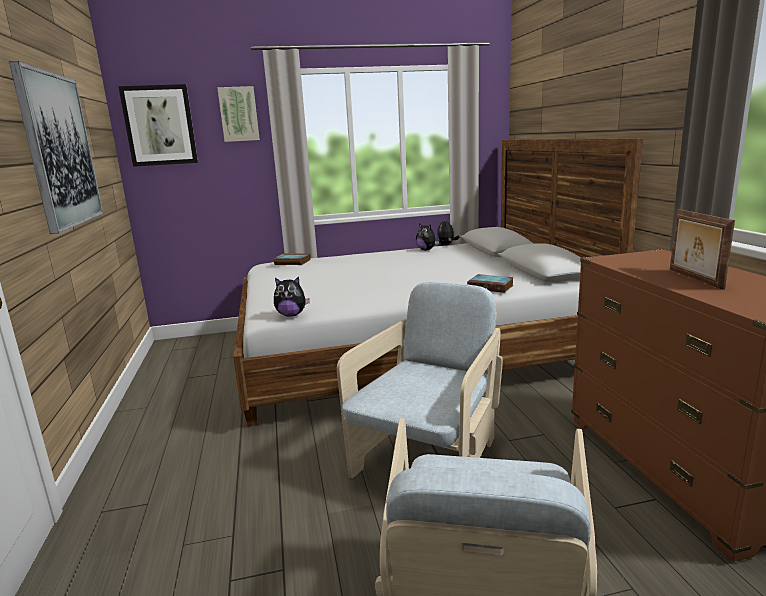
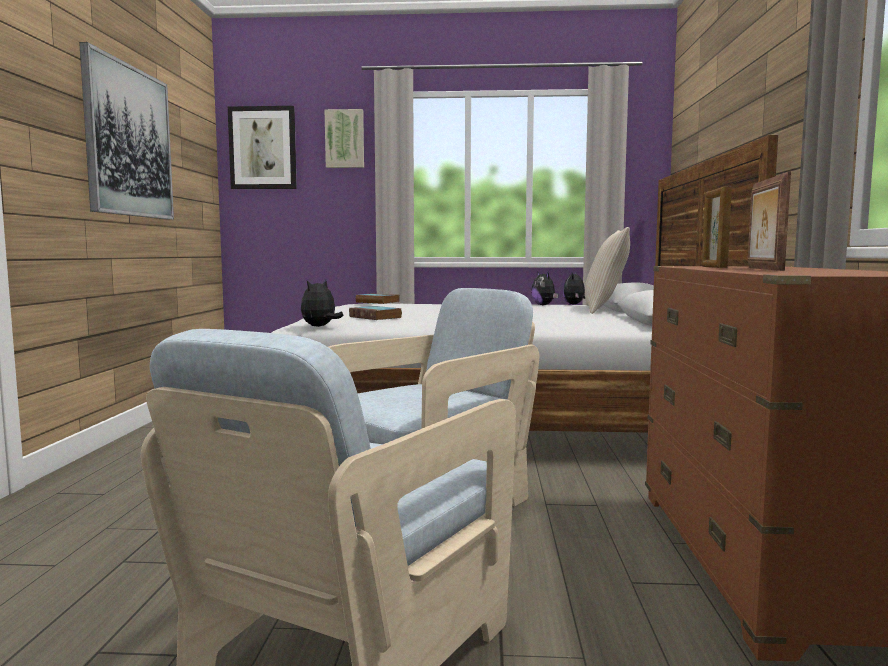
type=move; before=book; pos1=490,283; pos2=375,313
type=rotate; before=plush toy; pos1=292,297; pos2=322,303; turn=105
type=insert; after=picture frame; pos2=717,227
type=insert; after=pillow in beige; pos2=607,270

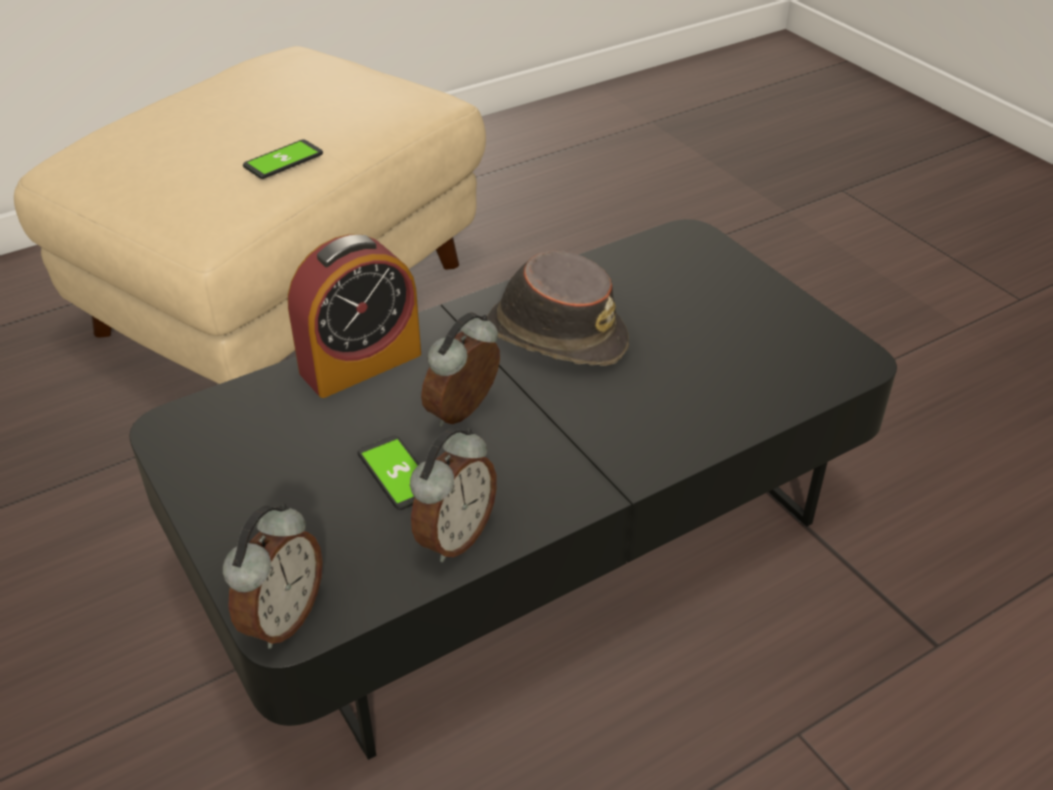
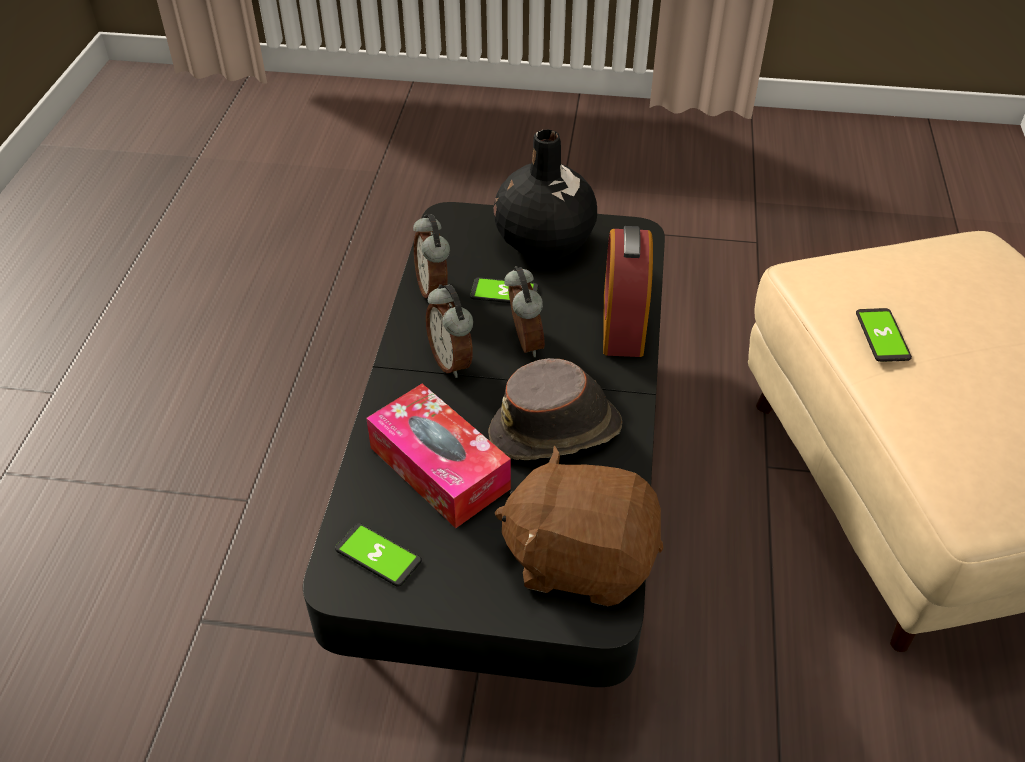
type=move; before=alarm clock; pos1=272,576; pos2=449,331
type=insert; after=vase in black; pos2=545,196
type=insert; after=tissue box; pos2=438,456
type=insert; after=plush toy in brown; pos2=579,526
type=insert; after=phone; pos2=378,555

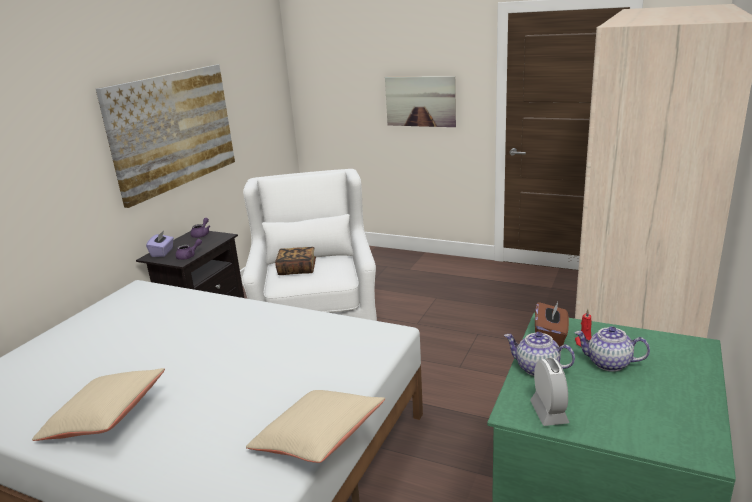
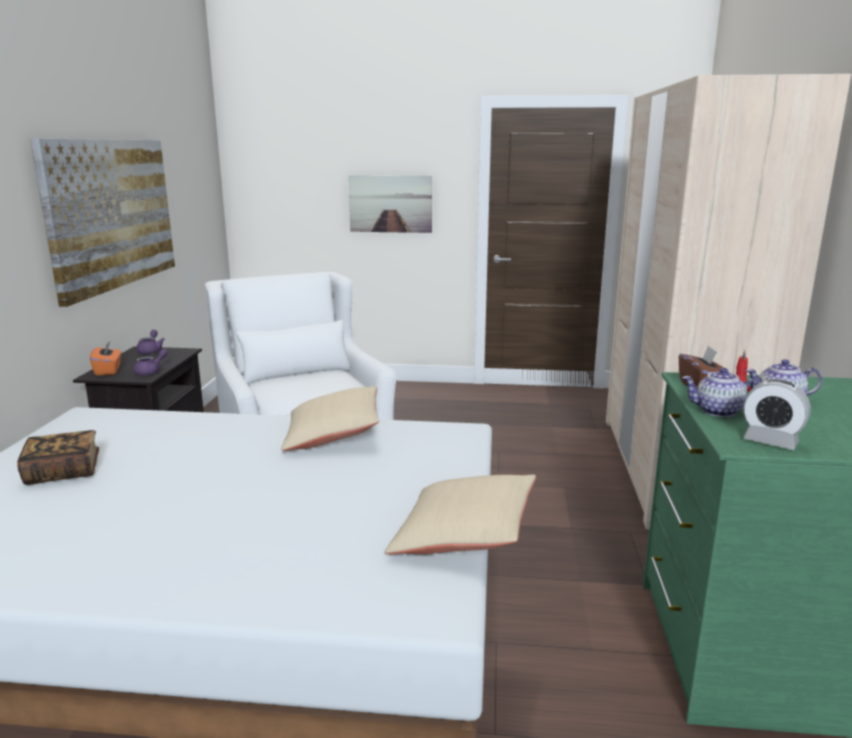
type=recolor; before=tissue box in purple; after=tissue box in orange; pos1=160,244; pos2=105,358
type=move; before=book; pos1=295,261; pos2=58,457
type=rotate; before=alarm clock; pos1=549,392; pos2=777,414; turn=150
type=move; before=pillow in beige; pos1=98,404; pos2=330,418

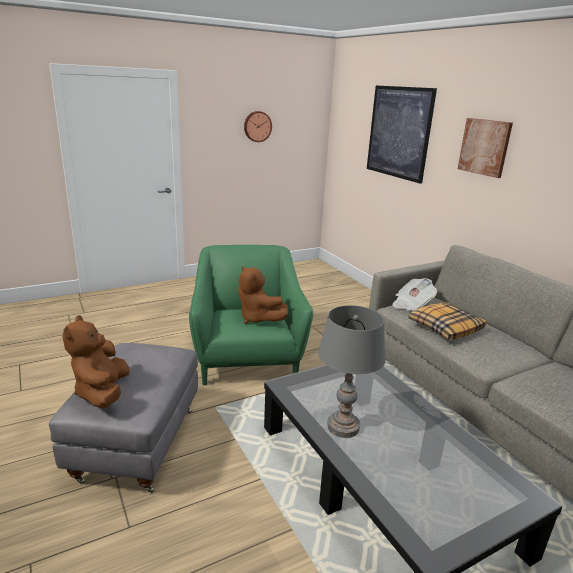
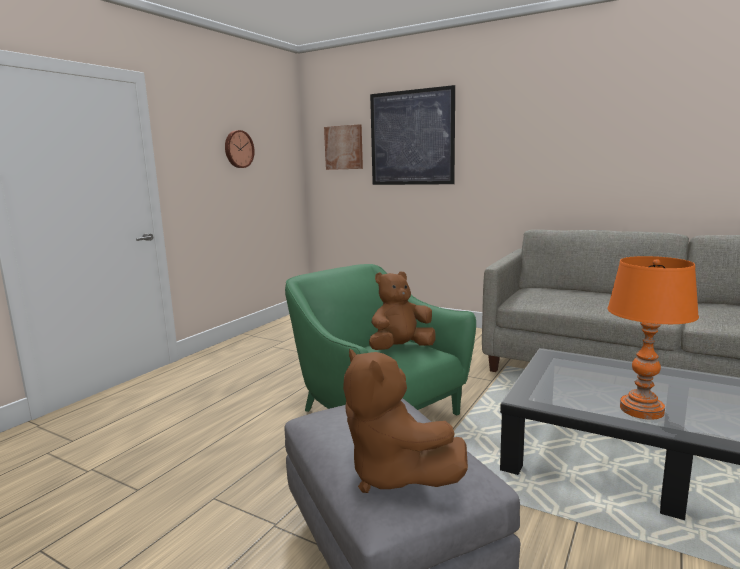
type=move; before=picture; pos1=485,148; pos2=343,147
type=rotate; before=plush toy in brown; pos1=263,295; pos2=402,310; turn=135
type=delete; before=newspaper; pos1=414,294
type=delete; before=pillow; pos1=447,321
type=recolor; before=table lamp in grey; after=table lamp in orange; pos1=352,371; pos2=653,338

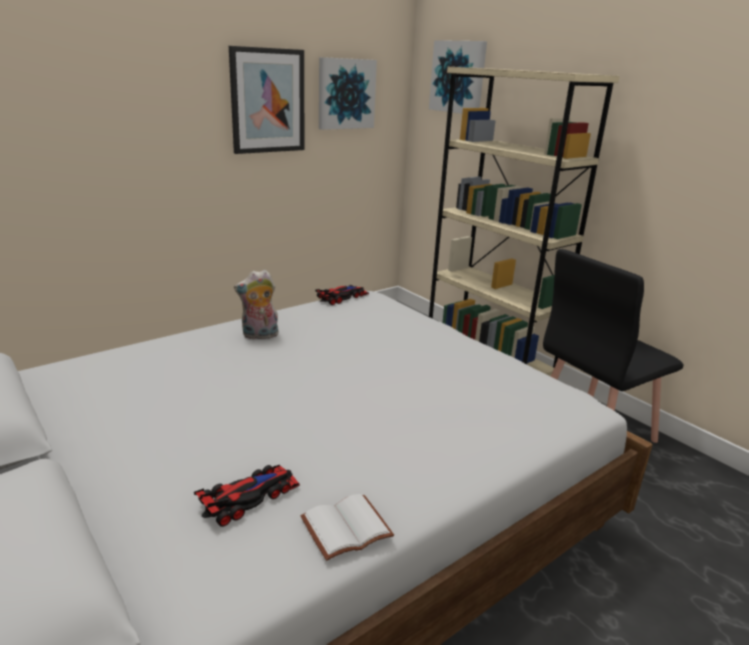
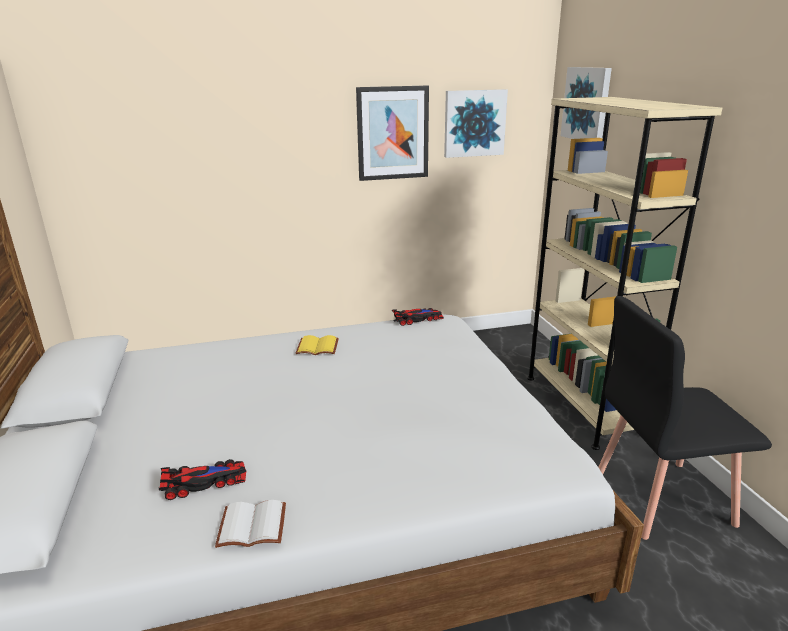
type=replace; before=plush toy; after=book in yellow; pos1=256,305; pos2=317,345

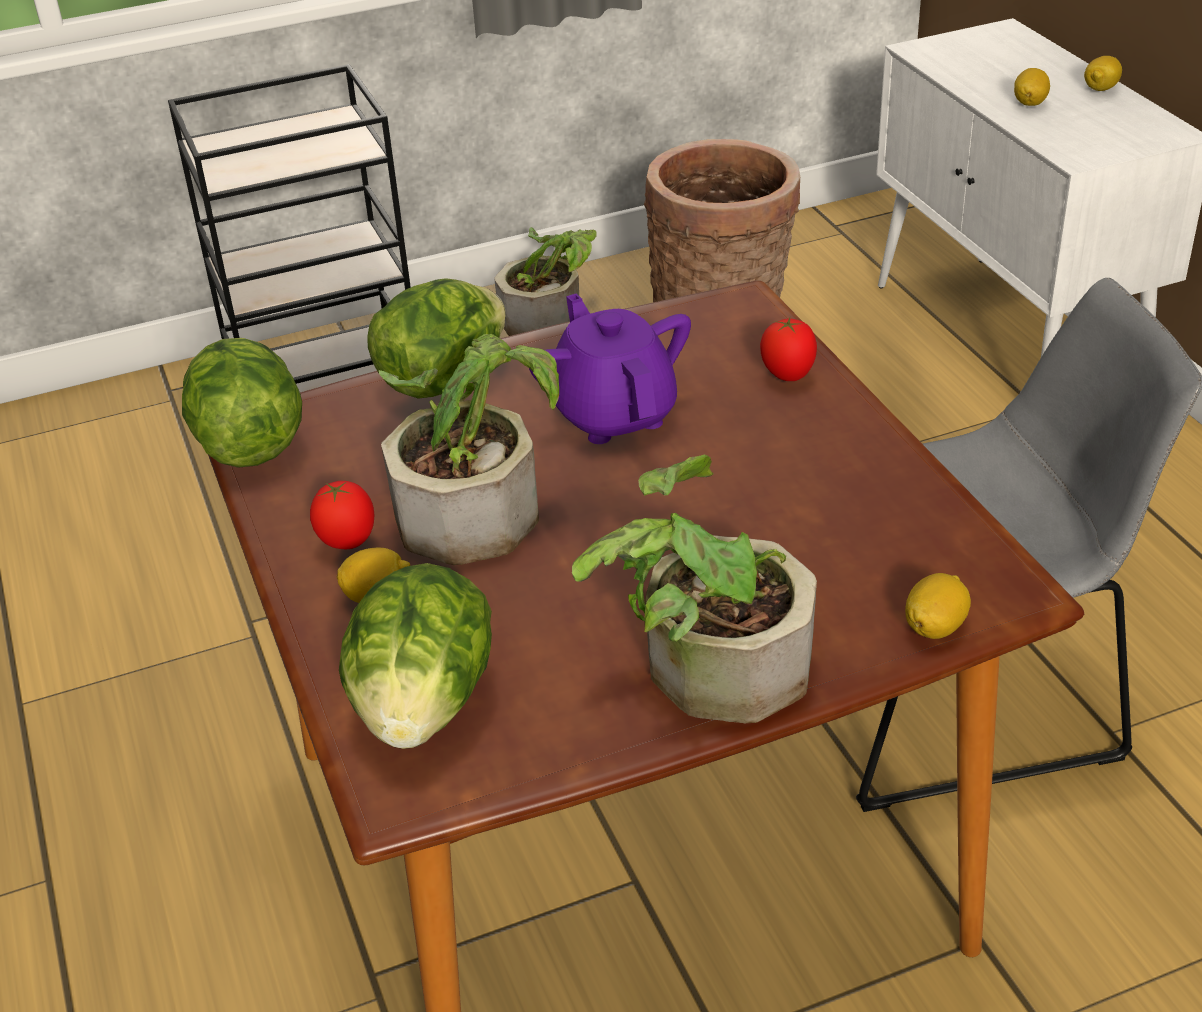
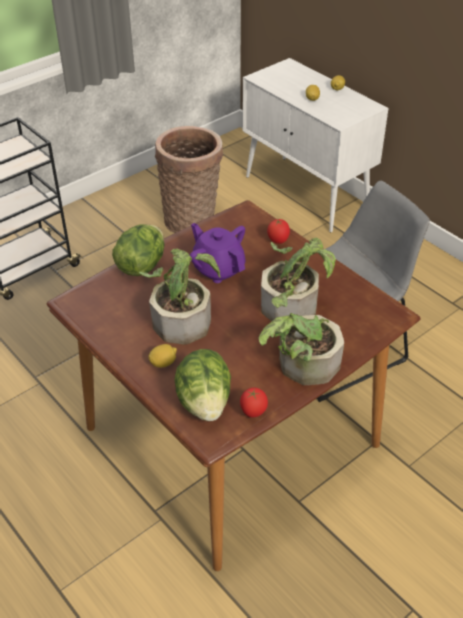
type=move; before=potted plant; pos1=545,281; pos2=298,279
type=delete; before=lettuce; pos1=242,403
type=move; before=tomato; pos1=342,515; pos2=254,402
type=delete; before=lemon; pos1=938,606

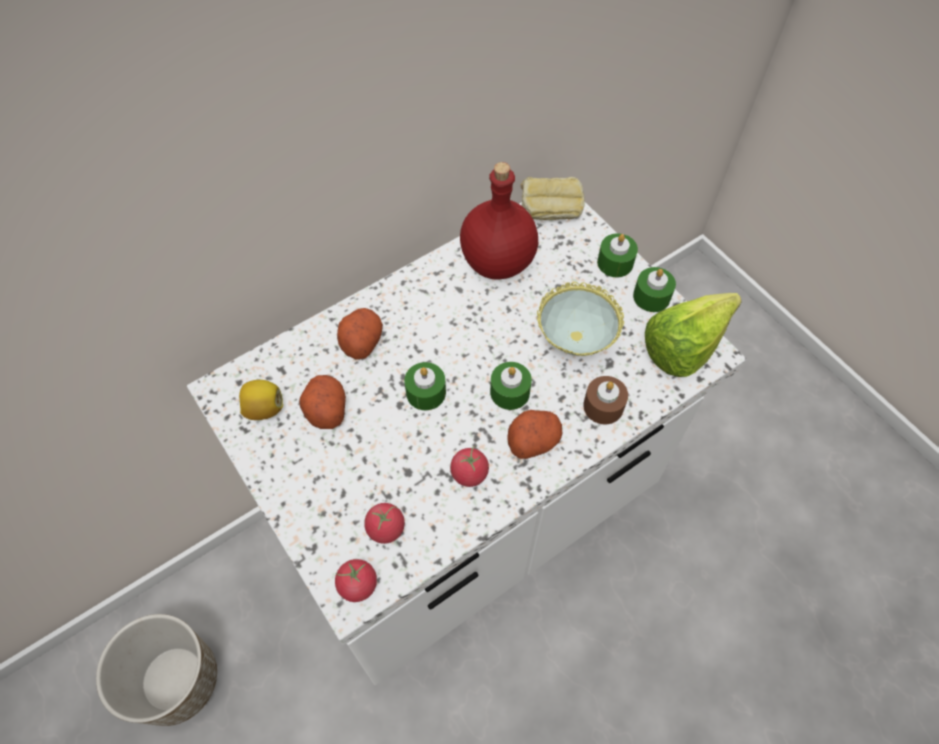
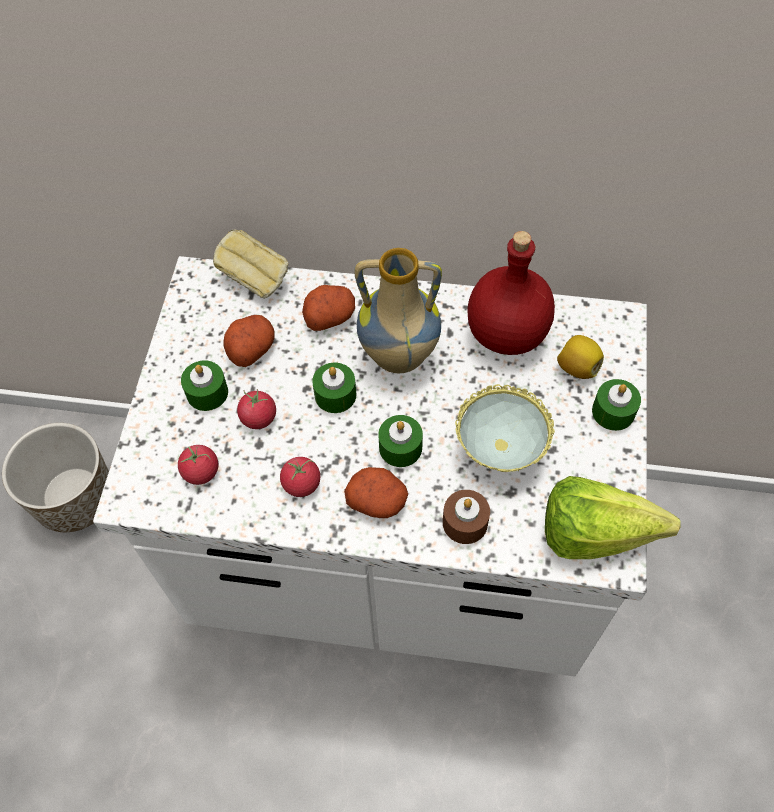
type=move; before=bread; pos1=553,198; pos2=250,264
type=move; before=candle in green; pos1=654,289; pos2=204,385
type=move; before=lemon; pos1=261,400; pos2=580,357
type=move; before=tomato; pos1=356,580; pos2=256,409
type=insert; after=vase; pos2=398,310

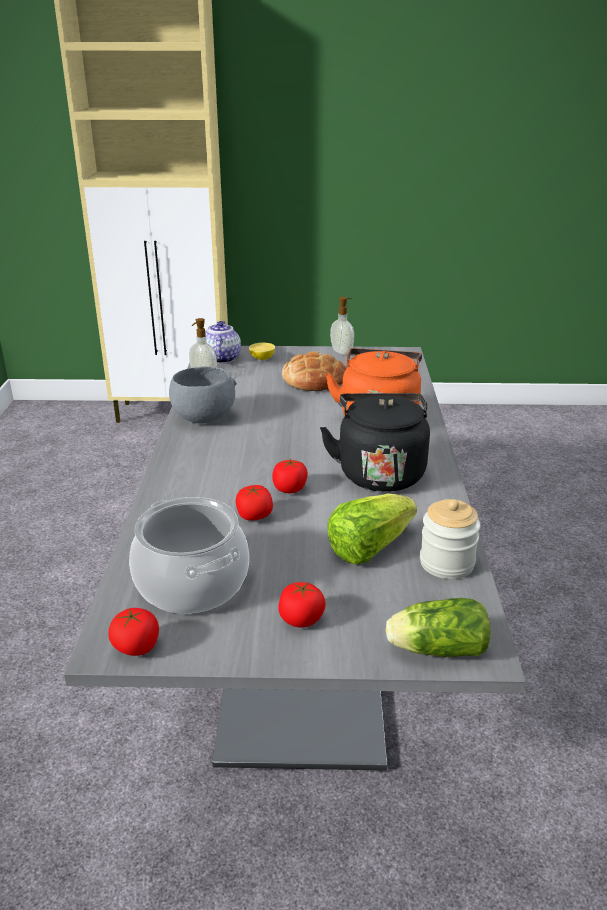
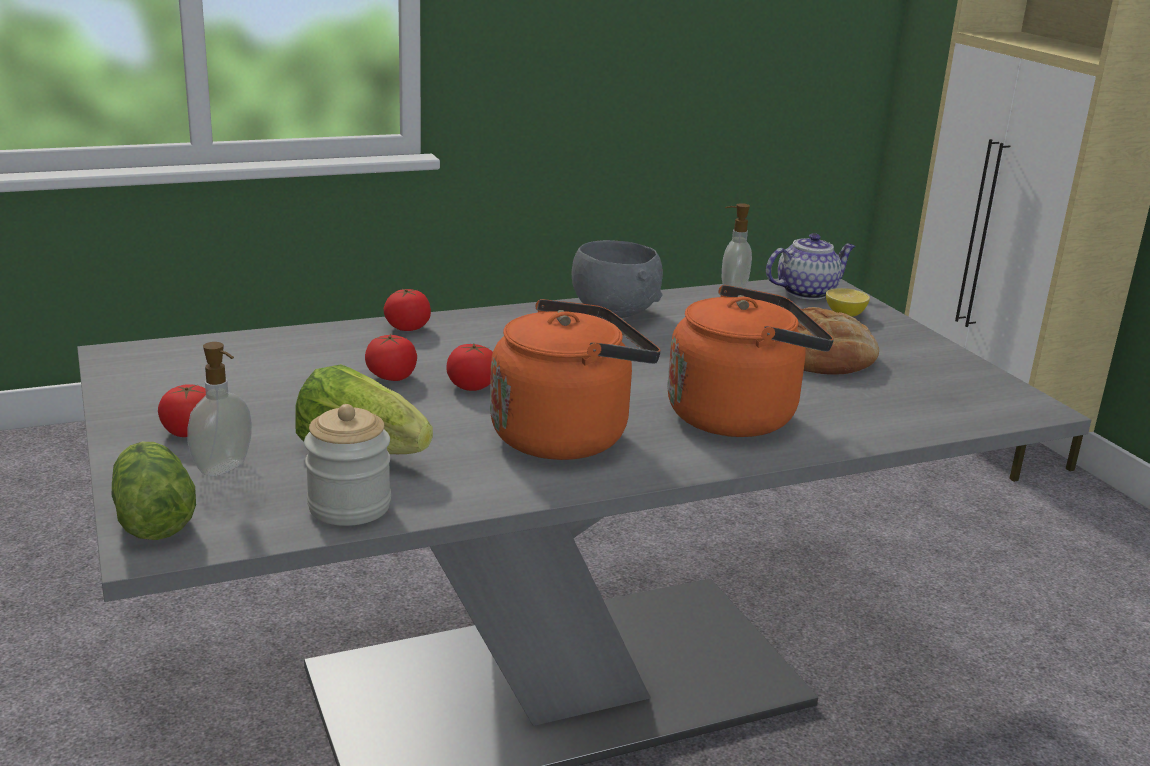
type=move; before=soap dispenser; pos1=342,326; pos2=219,409
type=recolor; before=kettle in black; after=kettle in orange; pos1=375,442; pos2=575,379
type=delete; before=cooking pot; pos1=189,555
type=move; before=tomato; pos1=133,632; pos2=407,309

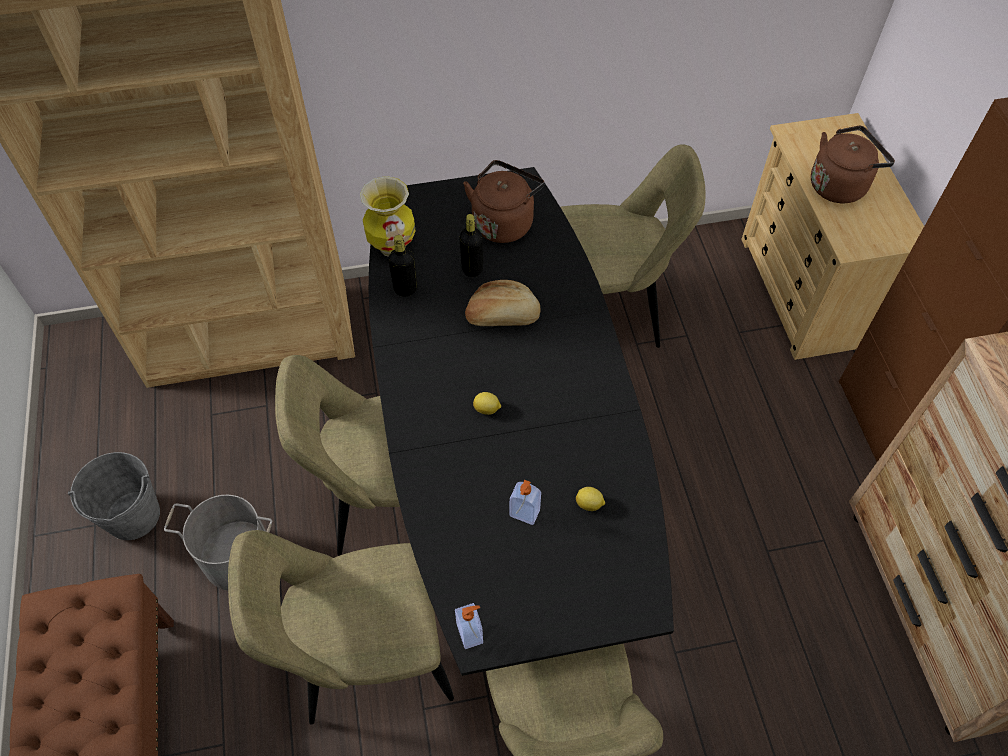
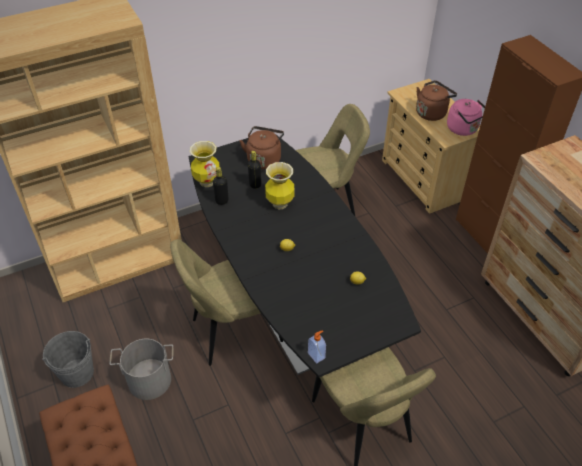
type=replace; before=bread; after=vase; pos1=503,303; pos2=279,185
type=delete; before=soap dispenser; pos1=525,502
type=delete; before=chair in beige; pos1=341,627
type=insert; after=kettle in pink; pos2=466,117

